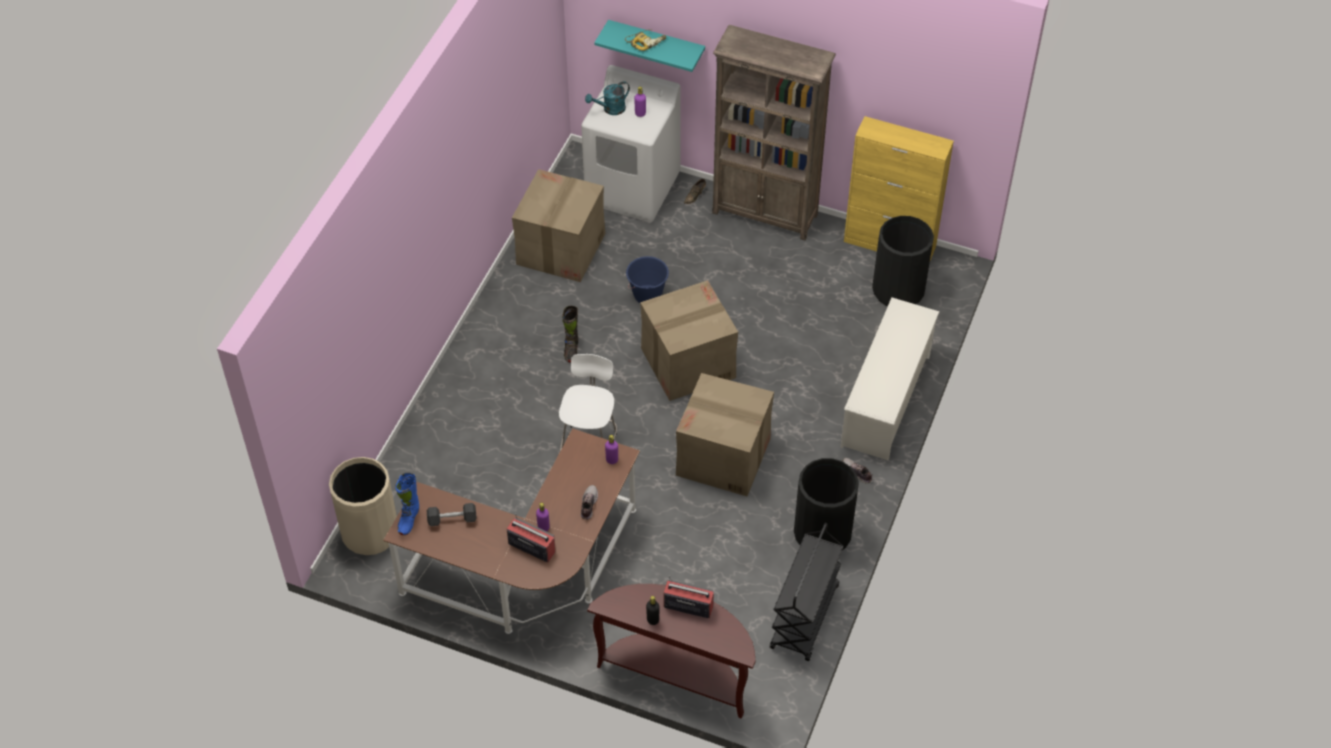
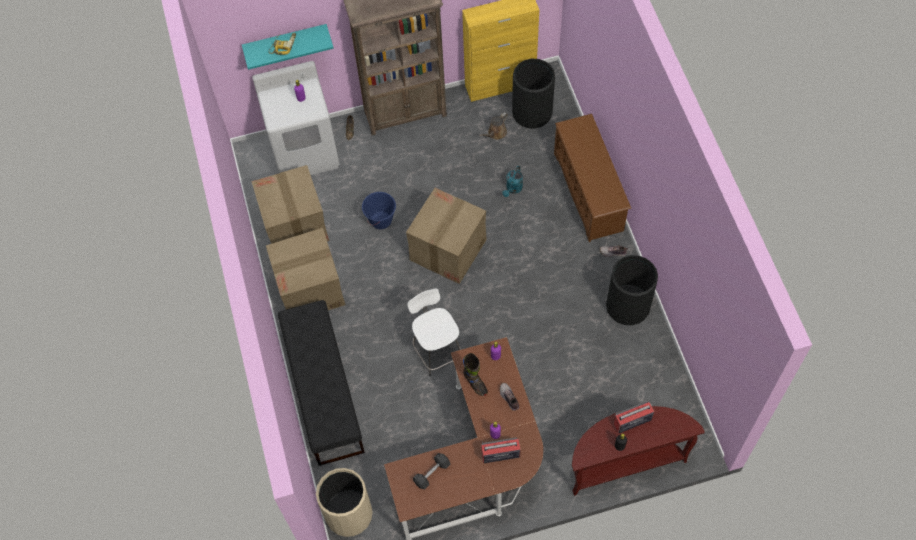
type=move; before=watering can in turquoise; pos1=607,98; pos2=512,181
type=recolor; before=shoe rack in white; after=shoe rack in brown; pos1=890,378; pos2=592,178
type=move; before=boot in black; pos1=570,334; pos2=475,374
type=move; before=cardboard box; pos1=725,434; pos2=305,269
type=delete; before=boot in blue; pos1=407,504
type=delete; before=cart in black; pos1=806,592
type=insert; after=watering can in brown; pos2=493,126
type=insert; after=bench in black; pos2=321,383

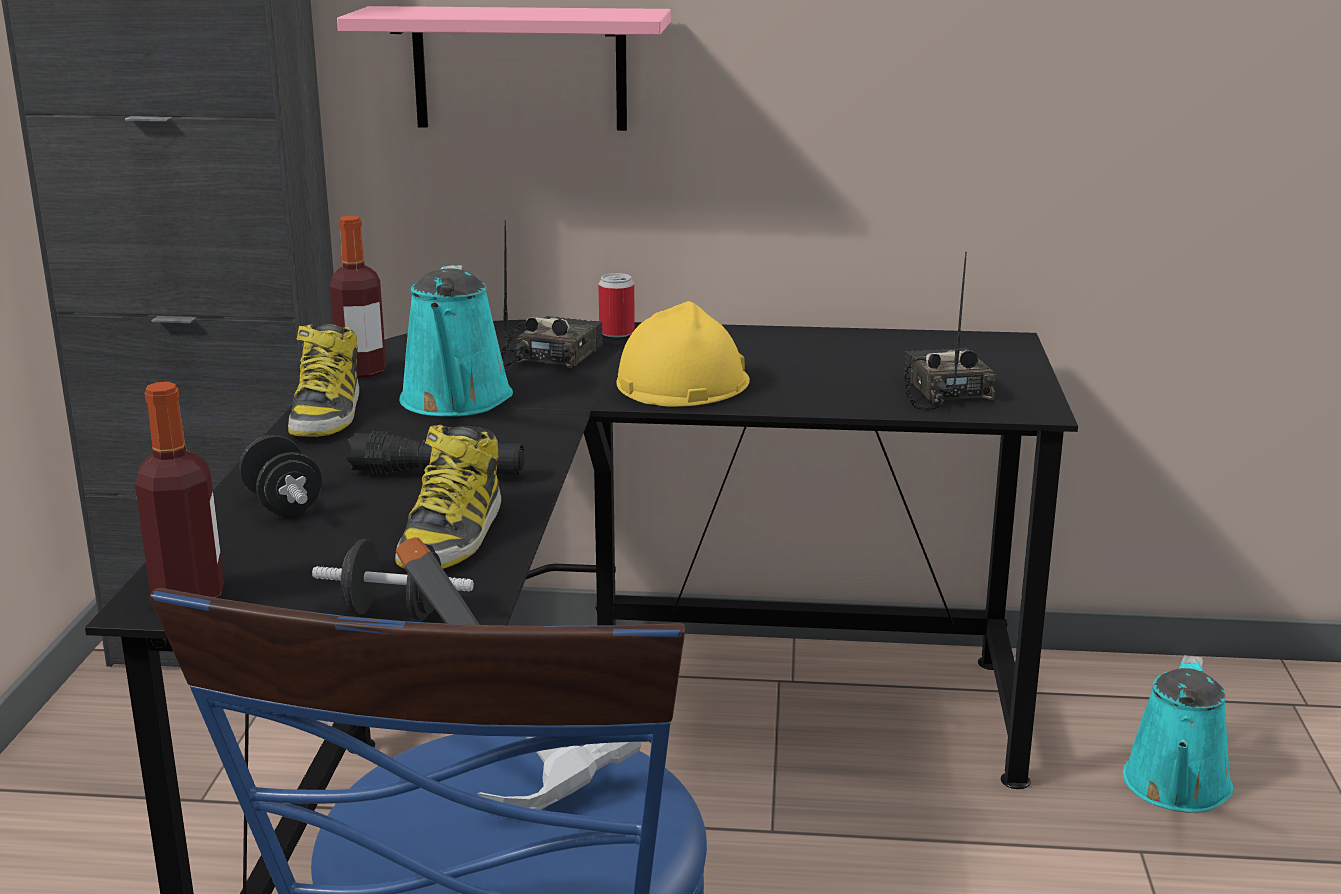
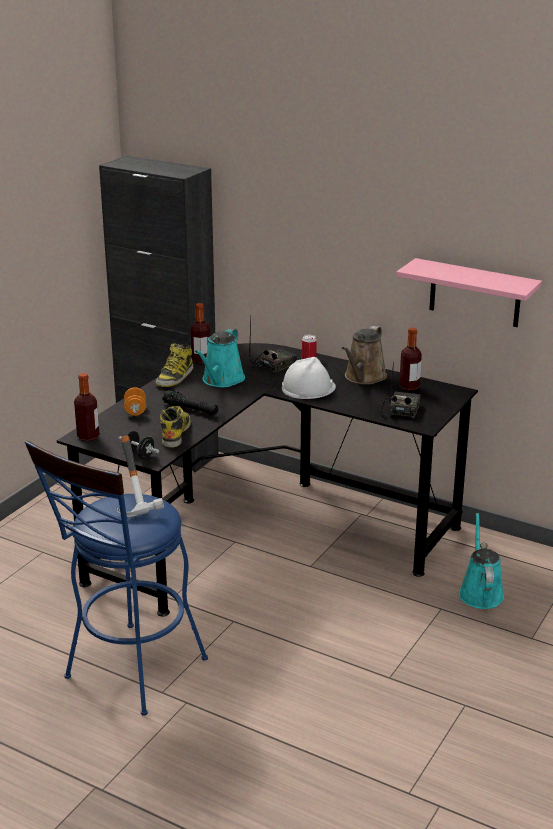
type=move; before=shelf in pink; pos1=504,68; pos2=469,292
type=recolor; before=hard hat in yellow; after=hard hat in white; pos1=683,354; pos2=309,378
type=rotate; before=boot; pos1=448,497; pos2=175,427; turn=150
type=recolor; before=dumbbell in black; after=dumbbell in orange; pos1=280,475; pos2=135,401
type=rotate; before=watering can in turquoise; pos1=1178,734; pos2=481,561; turn=135
type=insert; after=watering can in brown; pos2=364,355
type=insert; after=bottle; pos2=410,359

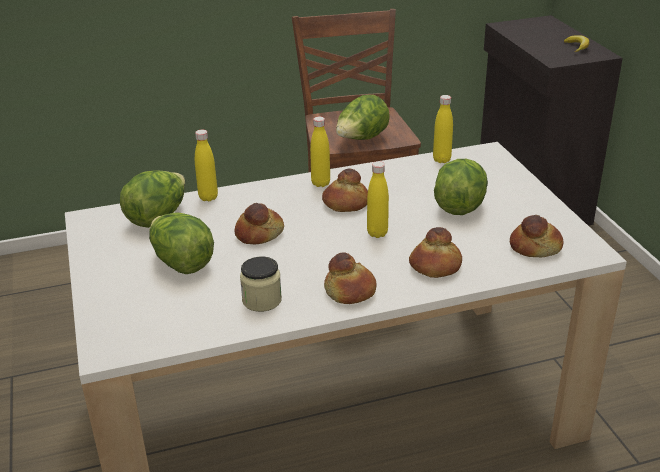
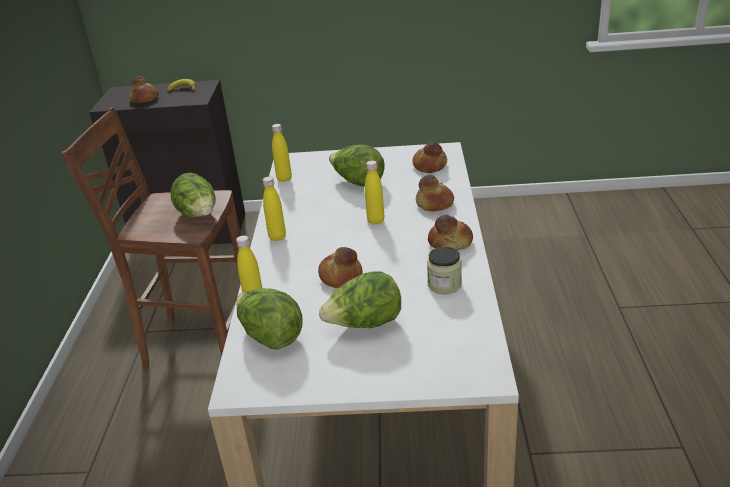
type=move; before=bread; pos1=345,190; pos2=144,89

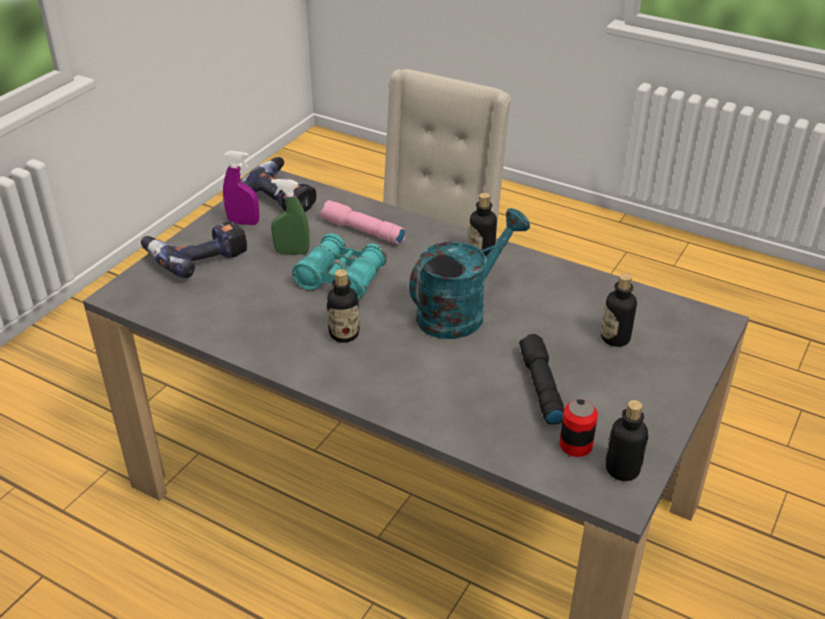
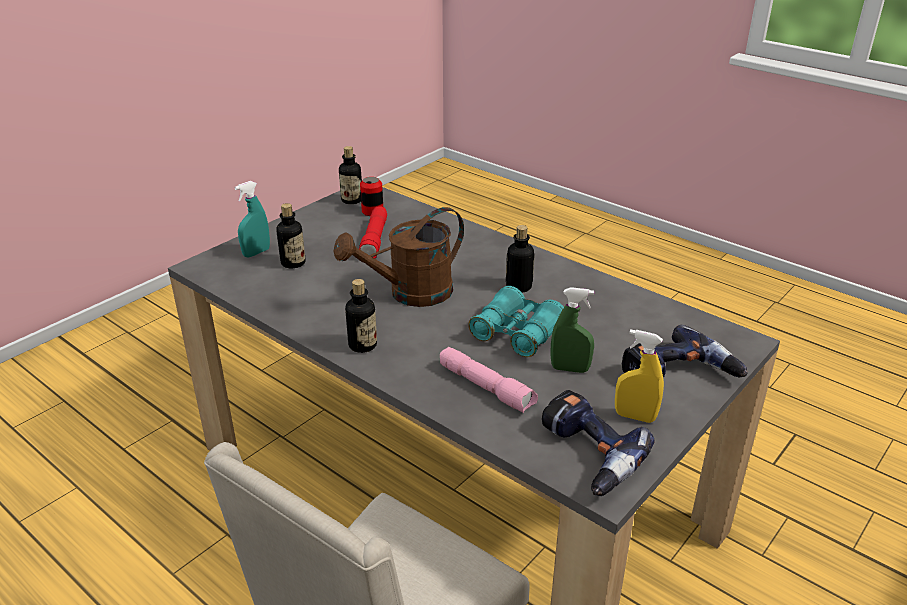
type=recolor; before=spray bottle in purple; after=spray bottle in yellow; pos1=241,188; pos2=639,376
type=recolor; before=watering can in turquoise; after=watering can in brown; pos1=469,273; pos2=398,257
type=recolor; before=flashlight in black; after=flashlight in red; pos1=541,379; pos2=373,232
type=insert; after=spray bottle in turquoise; pos2=252,219

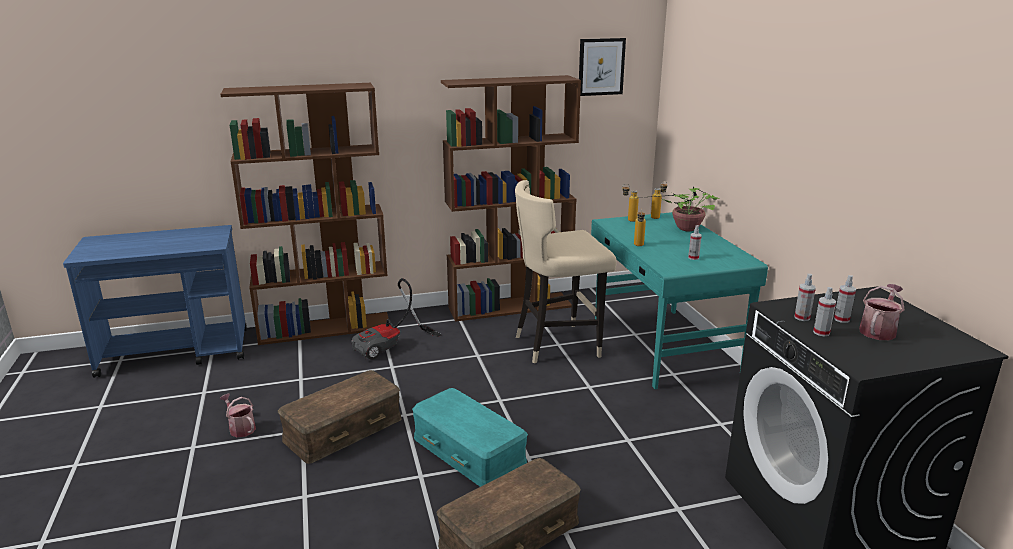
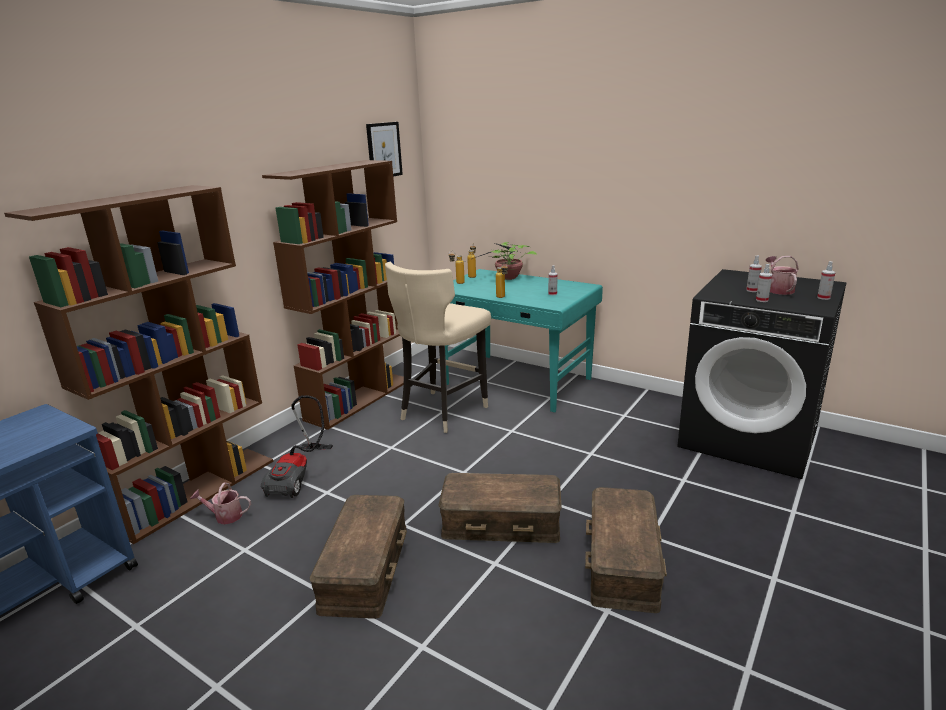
type=move; before=spray bottle; pos1=805,297; pos2=826,280
type=recolor; before=storage box in turquoise; after=storage box in brown; pos1=470,437; pos2=500,508
type=move; before=watering can; pos1=237,415; pos2=220,504

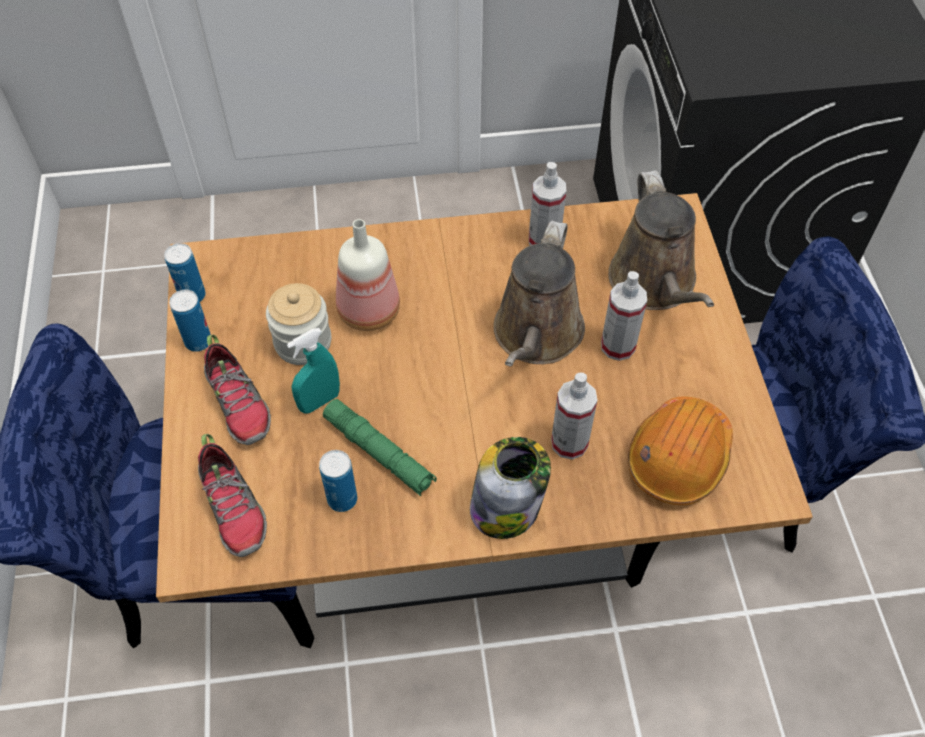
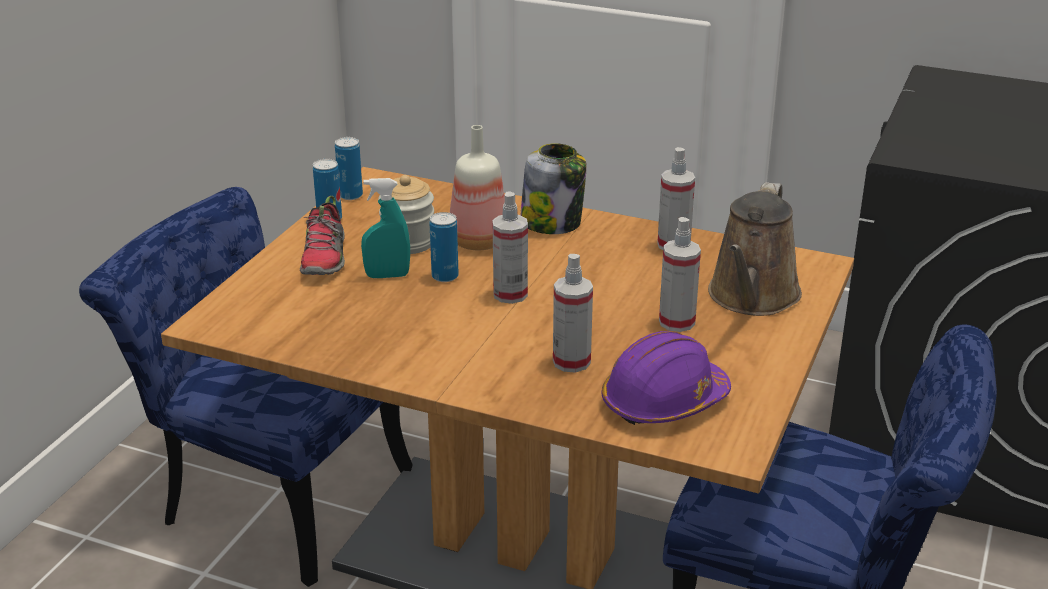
type=delete; before=watering can in brown; pos1=539,294
type=recolor; before=hard hat in orange; after=hard hat in purple; pos1=680,450; pos2=666,378
type=delete; before=flashlight in green; pos1=380,447
type=delete; before=shoe; pos1=232,495
type=move; before=jar; pos1=510,488; pos2=554,188
type=move; before=can; pos1=338,481; pos2=444,247
type=insert; after=spray bottle; pos2=510,247

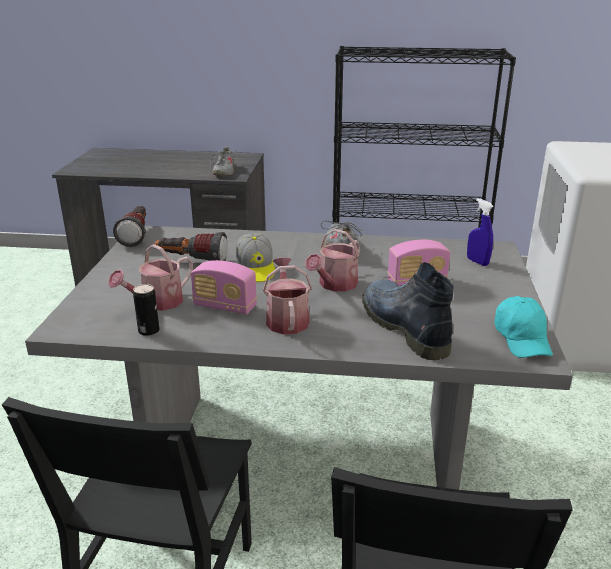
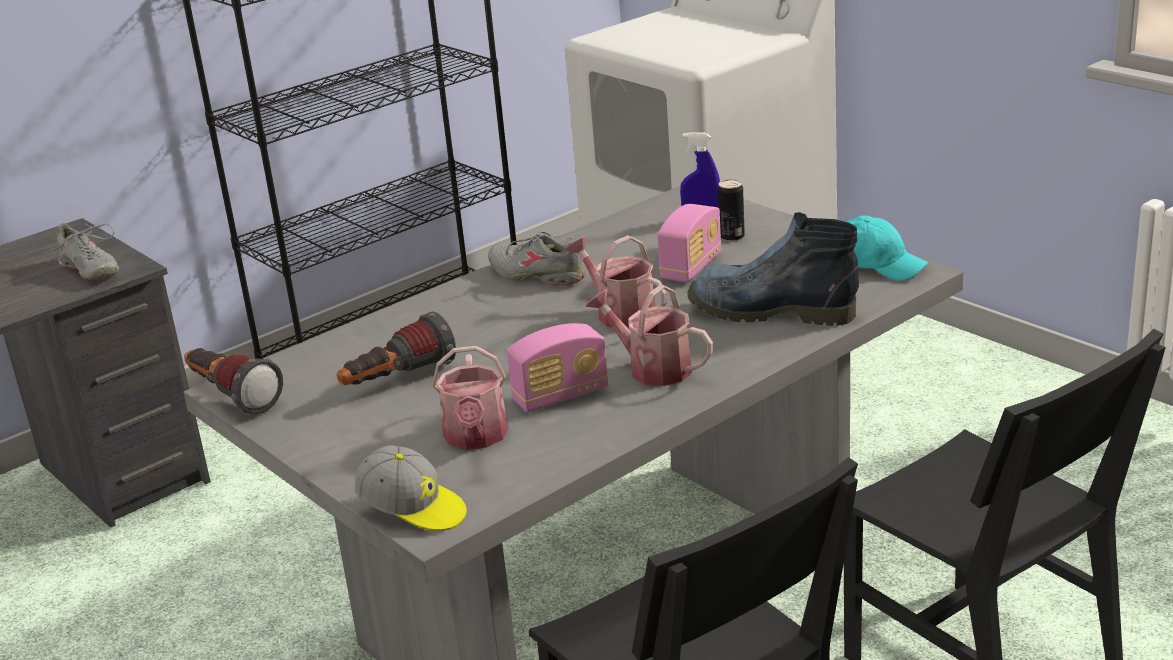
type=rotate; before=watering can; pos1=332,260; pos2=616,282; turn=150
type=move; before=cap; pos1=255,257; pos2=411,488
type=move; before=can; pos1=146,310; pos2=731,210

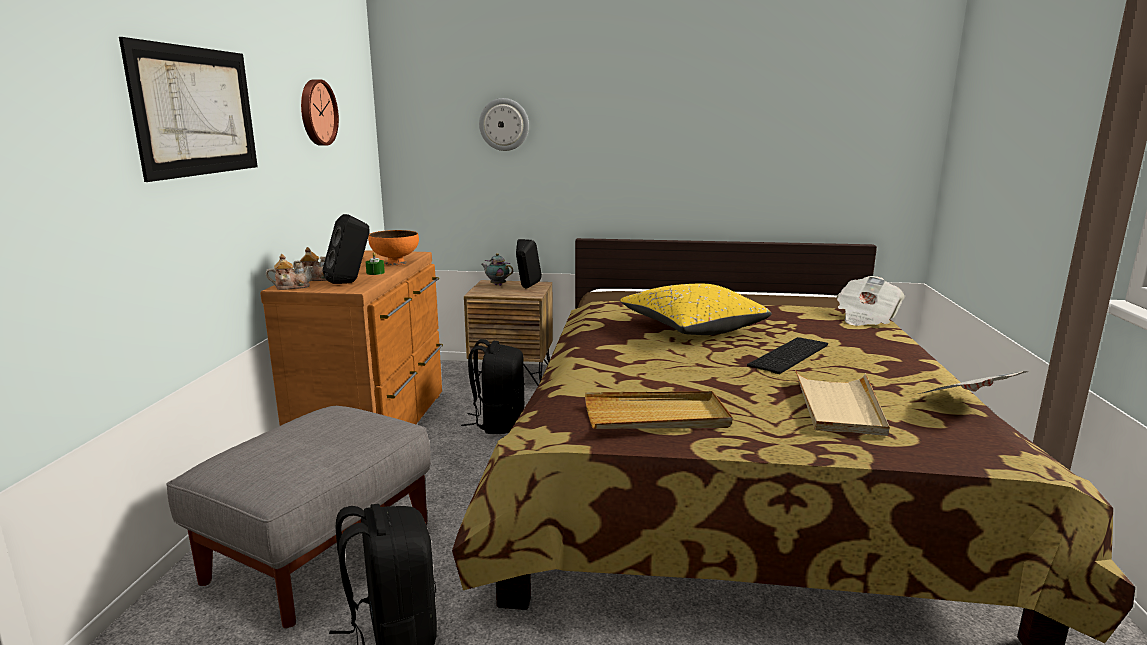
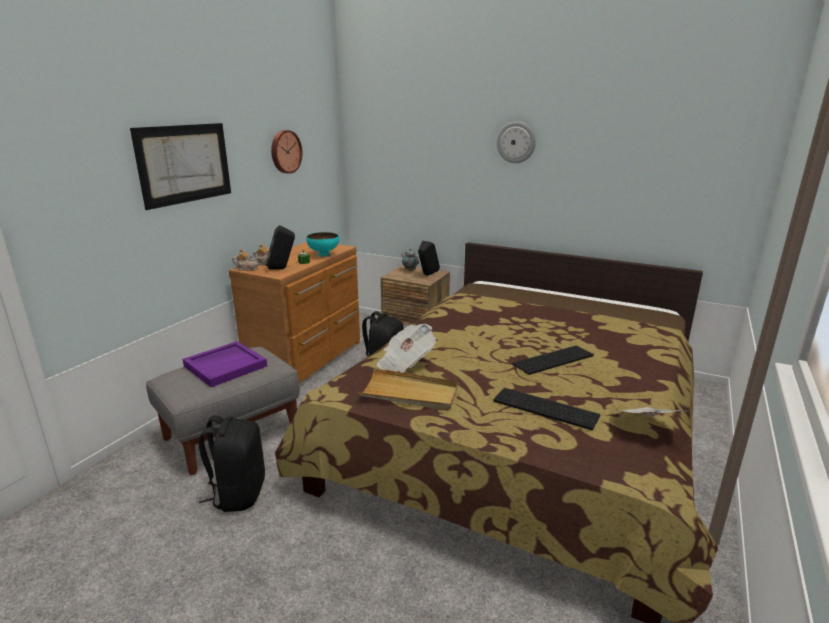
type=move; before=wall clock; pos1=504,124; pos2=516,142
type=recolor; before=bowl in orange; after=bowl in turquoise; pos1=393,248; pos2=322,244
type=move; before=newspaper; pos1=870,301; pos2=406,348
type=delete; before=pillow in yellow; pos1=696,309
type=replace; before=tray in beige; after=keyboard; pos1=842,402; pos2=546,409
type=insert; after=tray in purple; pos2=225,364

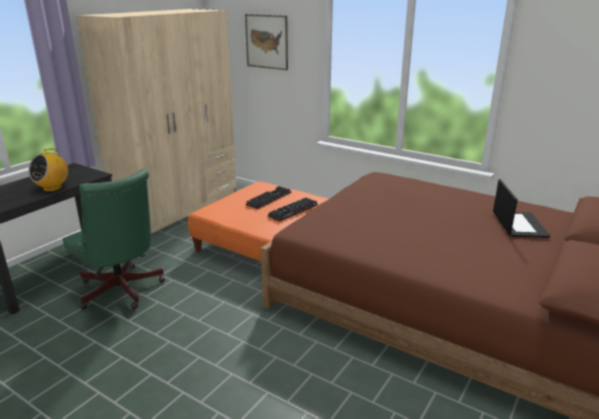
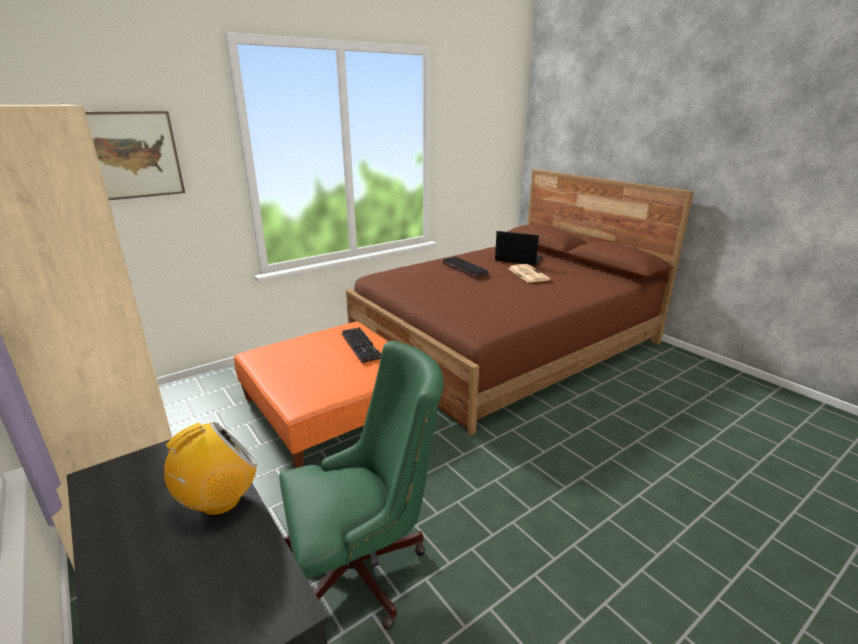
type=rotate; before=radio; pos1=48,170; pos2=210,469; turn=-90
type=move; before=keyboard; pos1=268,197; pos2=465,267
type=insert; after=newspaper; pos2=529,273

